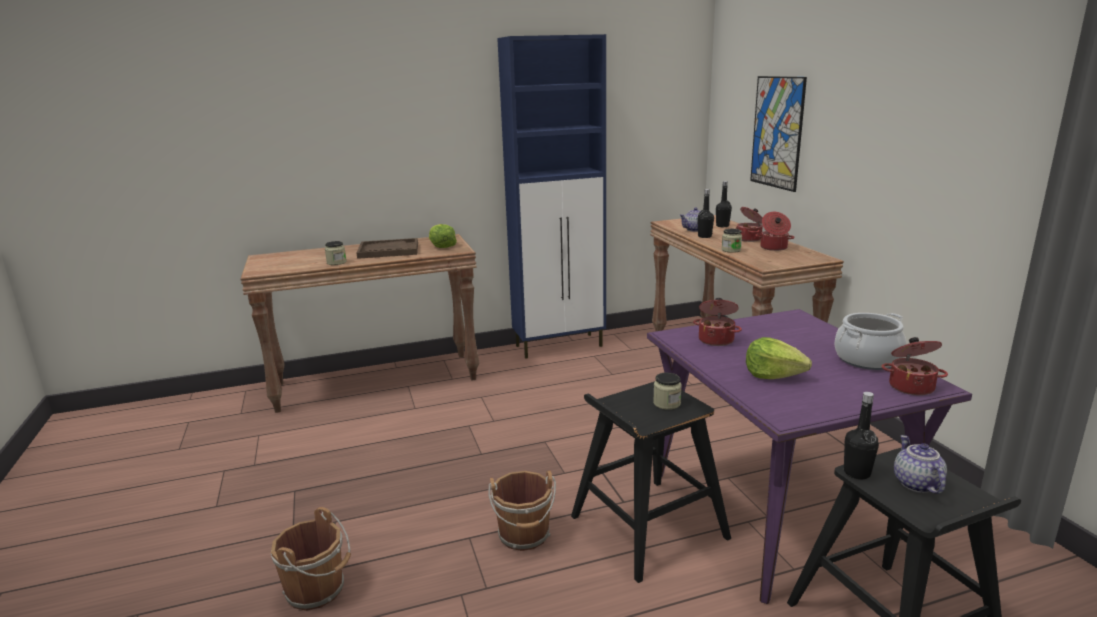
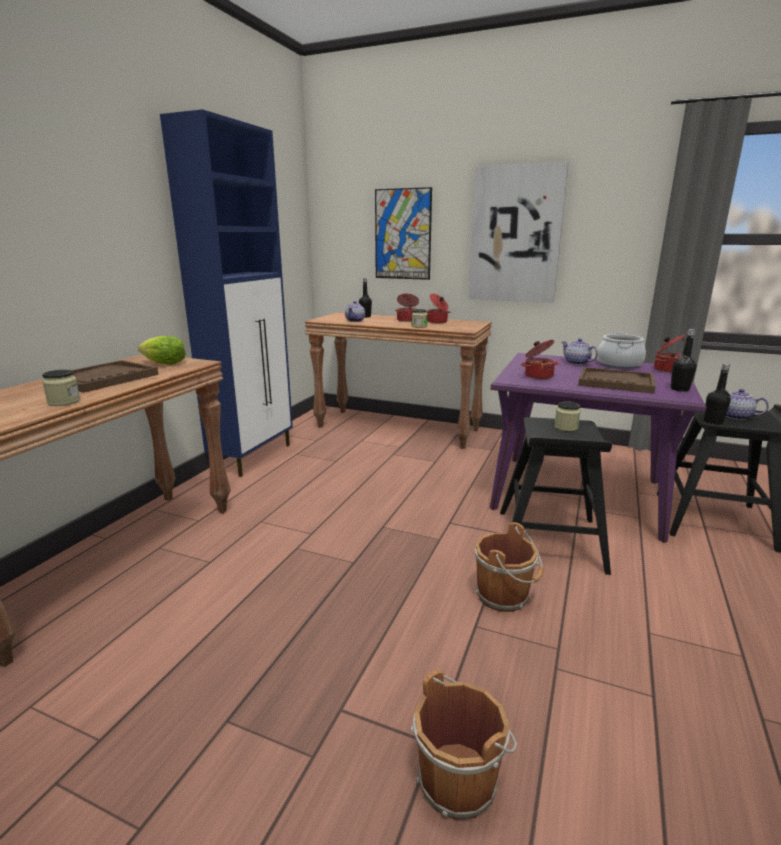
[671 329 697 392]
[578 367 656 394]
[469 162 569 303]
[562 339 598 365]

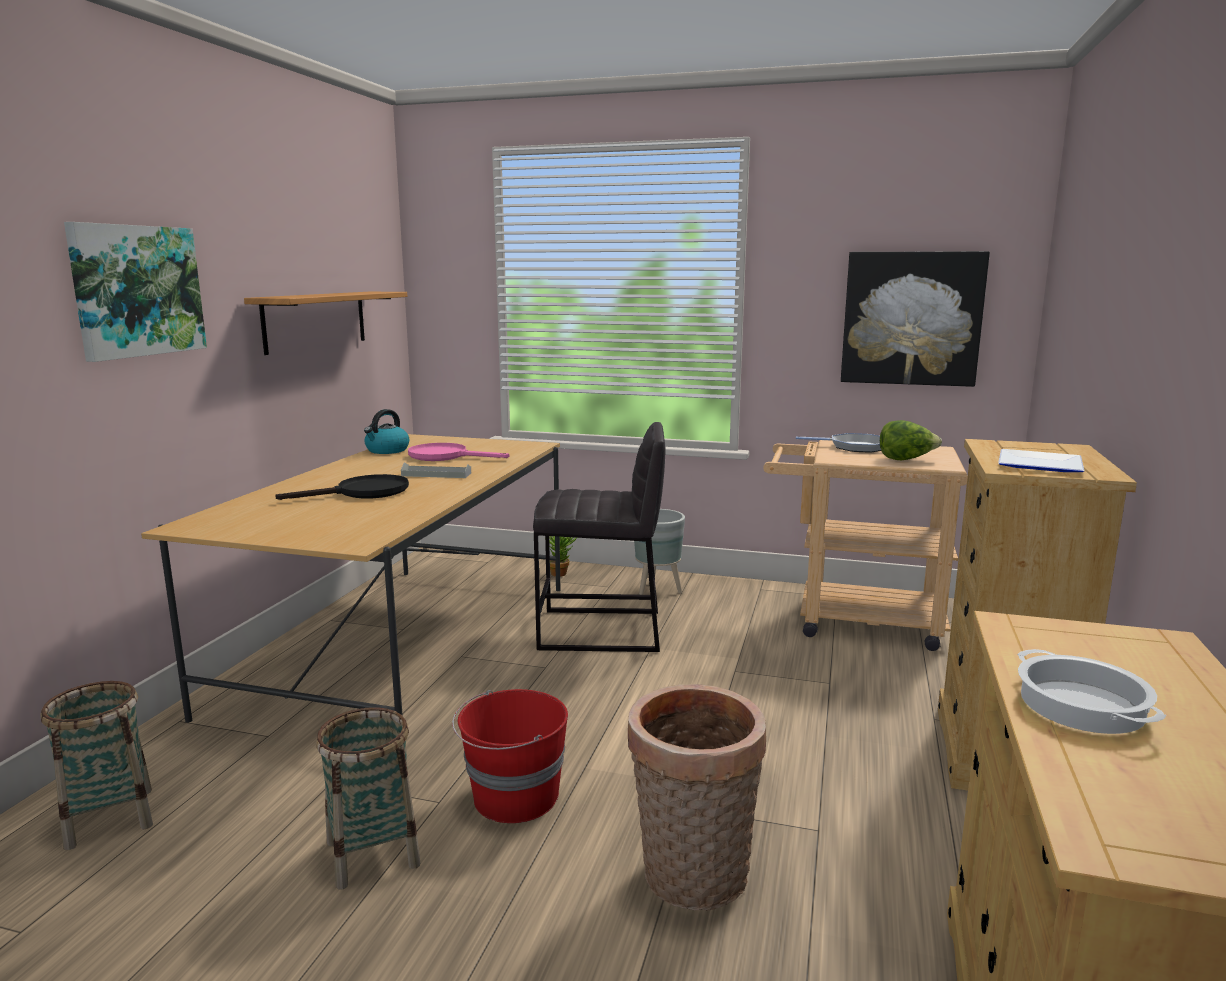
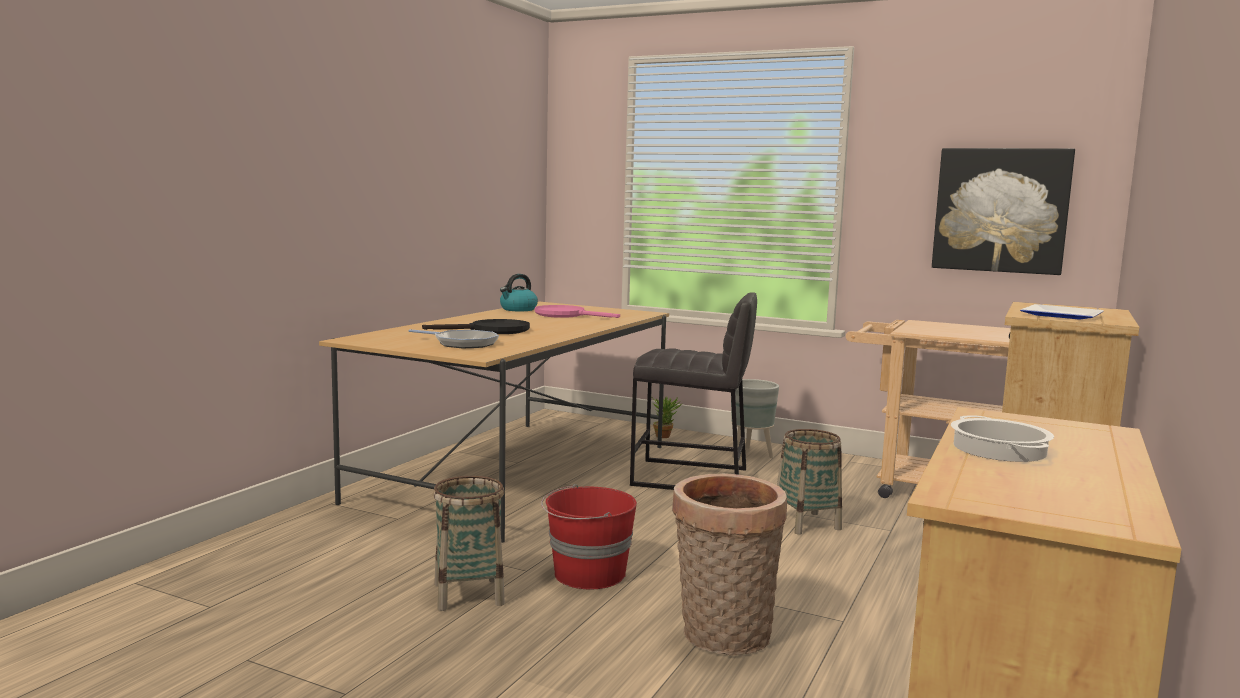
[777 429 842 535]
[64 222 207 362] (first image)
[244 292 407 355] (first image)
[401 463 471 478] (first image)
[409 329 499 348]
[880 420 942 461] (first image)

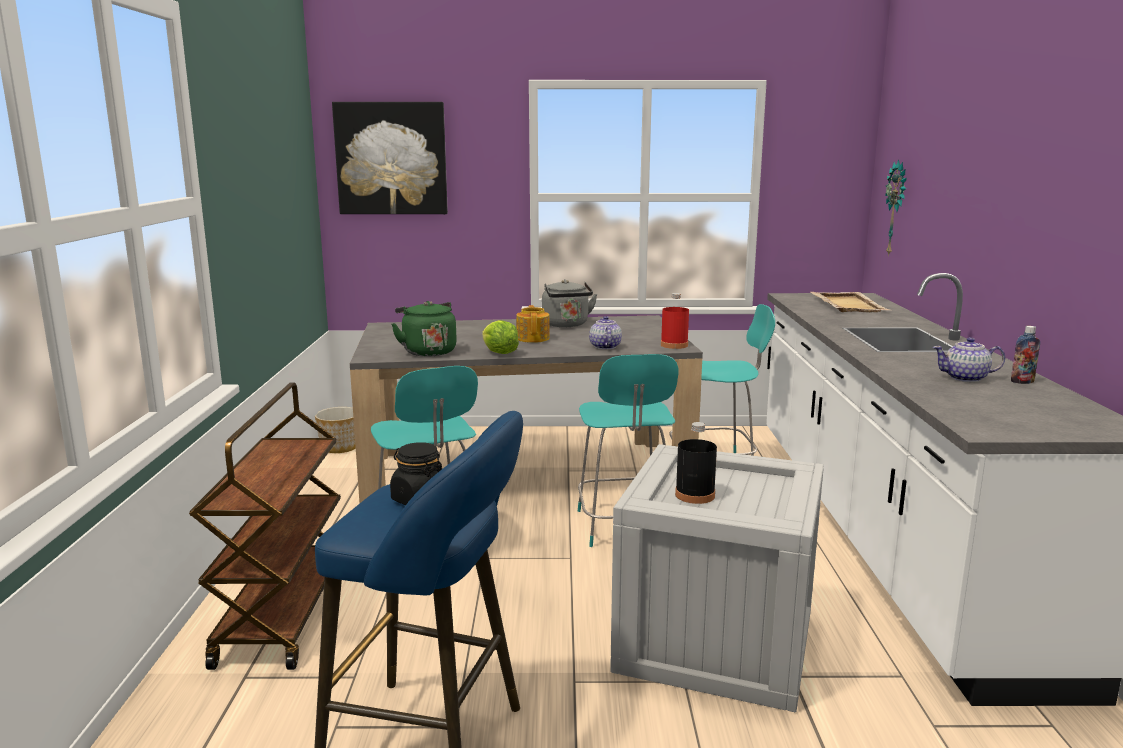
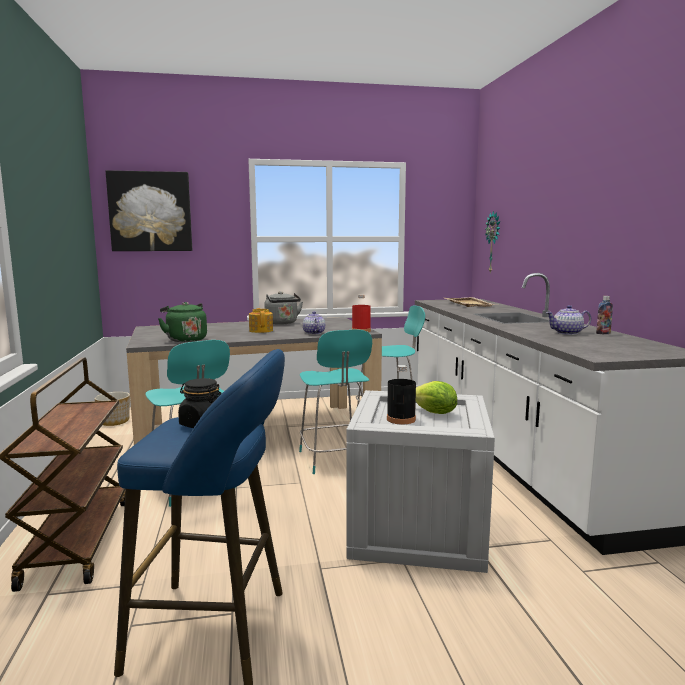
[416 381 457 414]

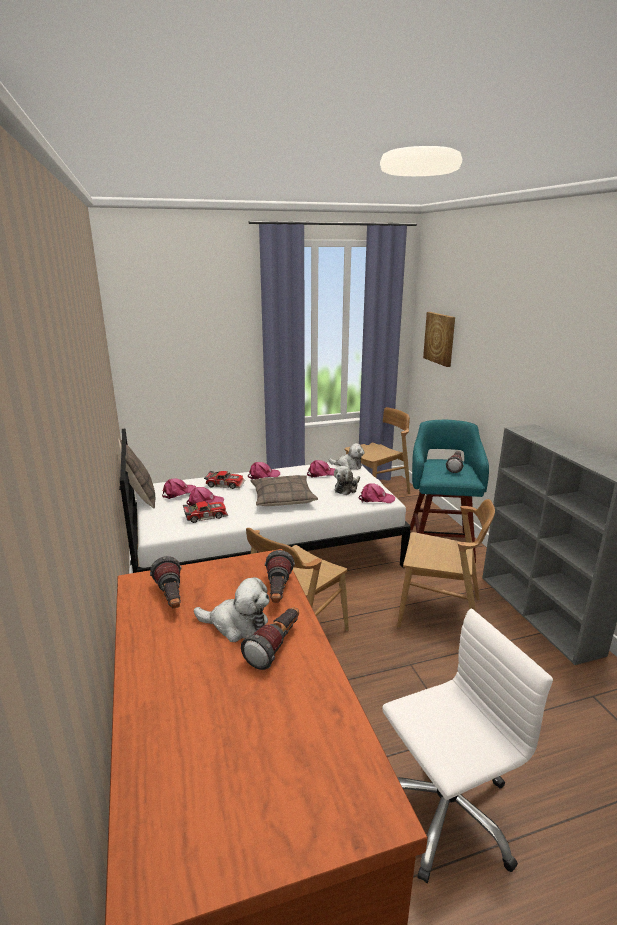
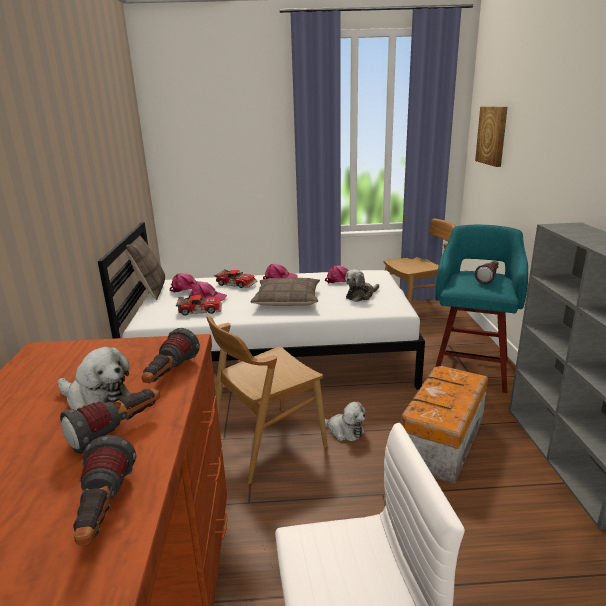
[73 435 136 546]
[325 402 366 441]
[359 483 395 503] (first image)
[401 366 488 484]

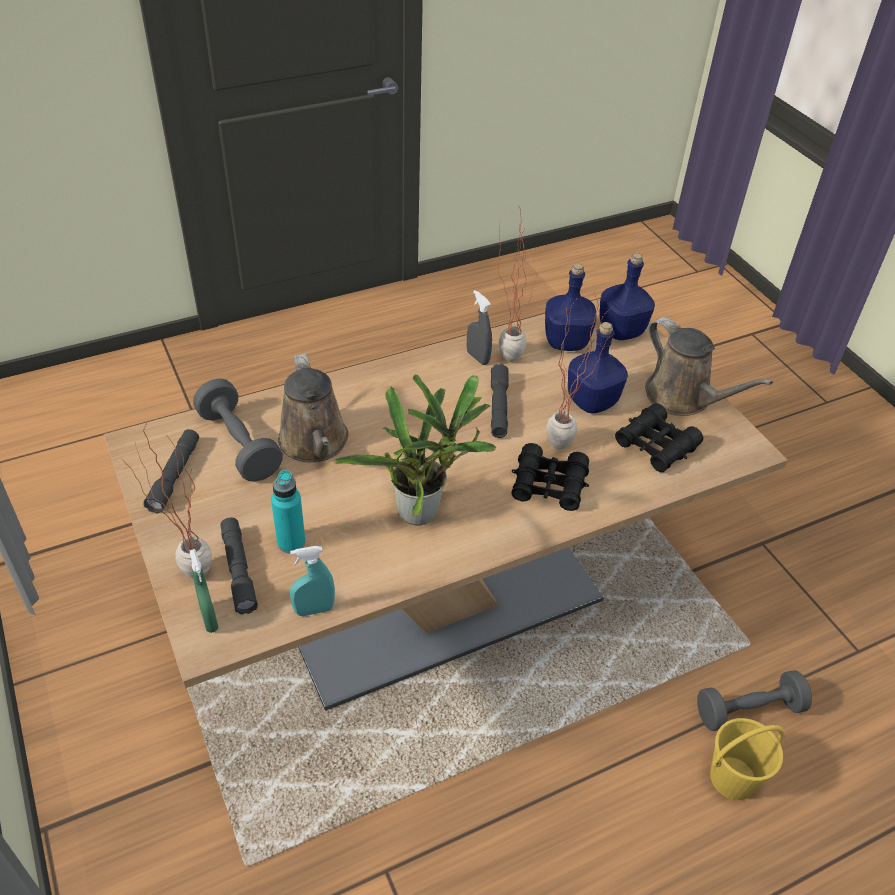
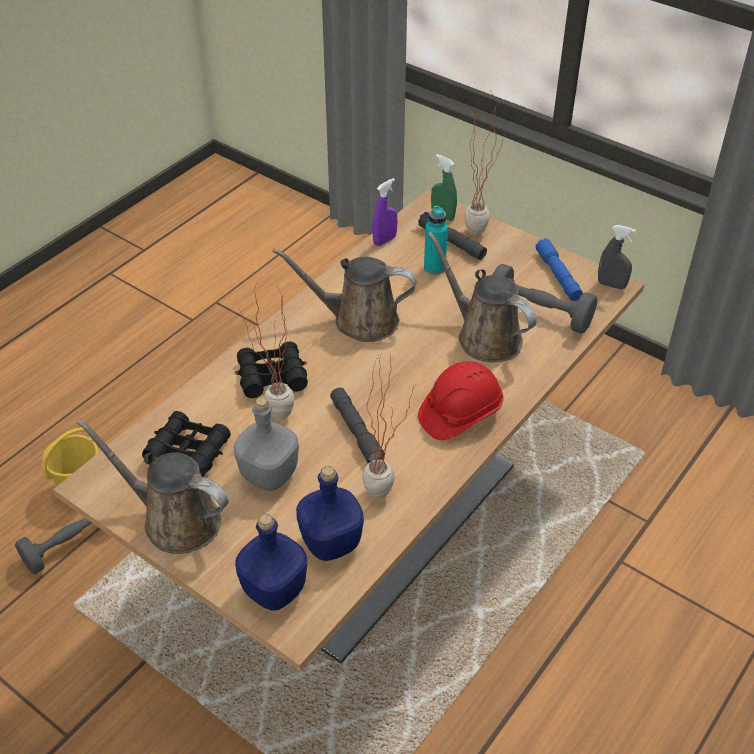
[535 238 583 301]
[372 178 397 246]
[272 248 417 342]
[598 225 636 289]
[234 397 299 491]
[418 361 504 440]

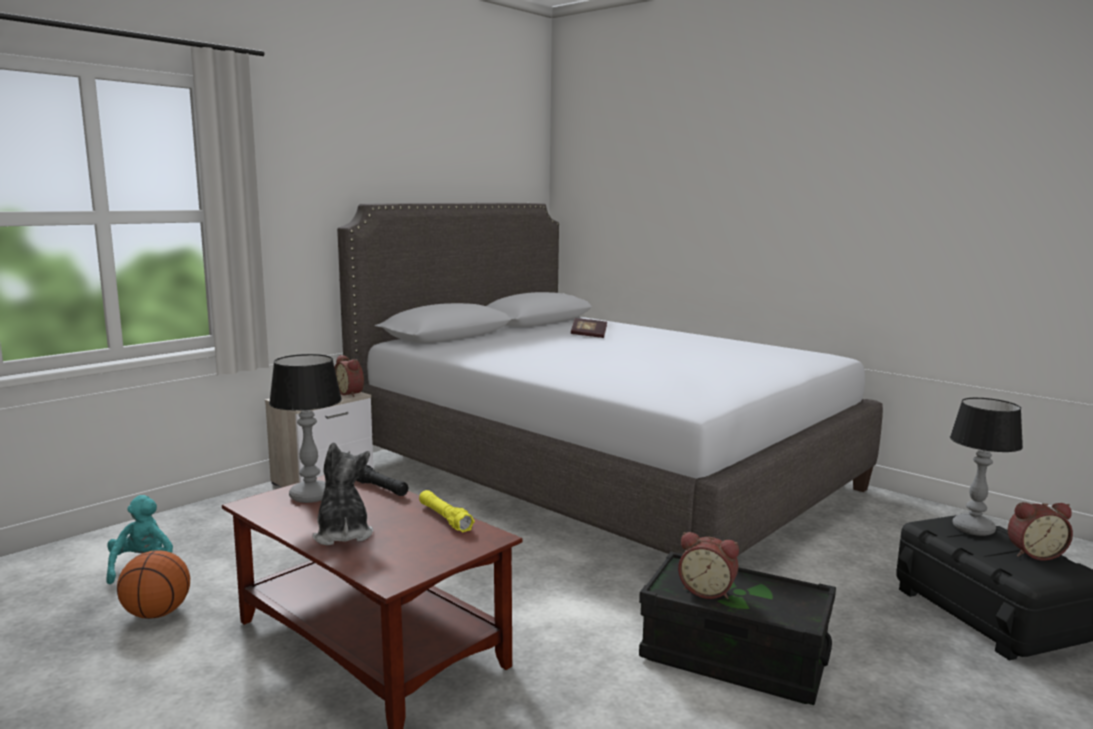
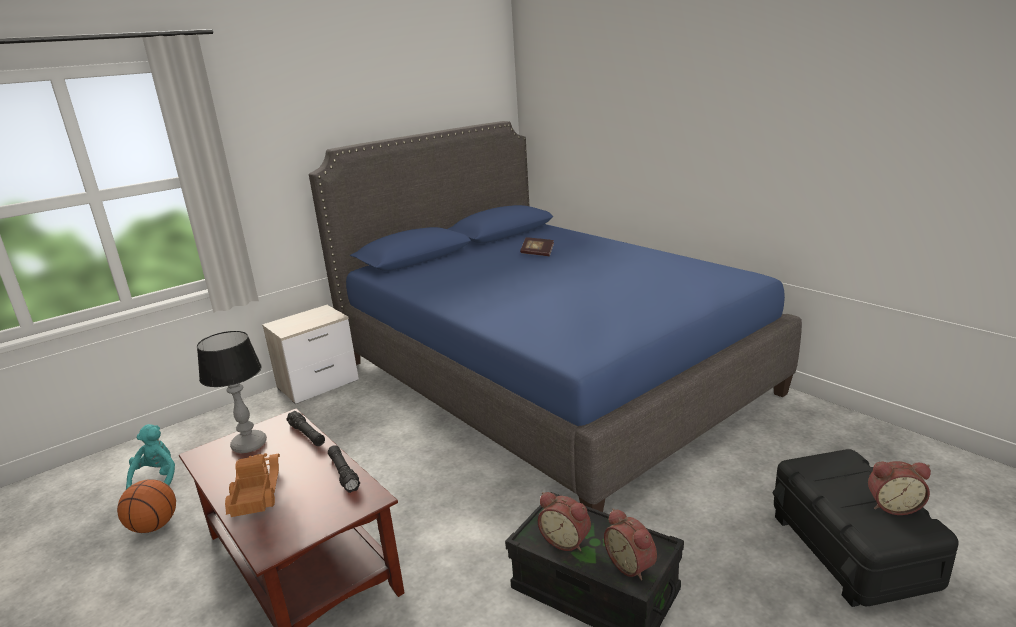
[225 453 280 517]
[604 508 657 580]
[309 121 802 512]
[328 445 360 493]
[950 398 1023 536] (first image)

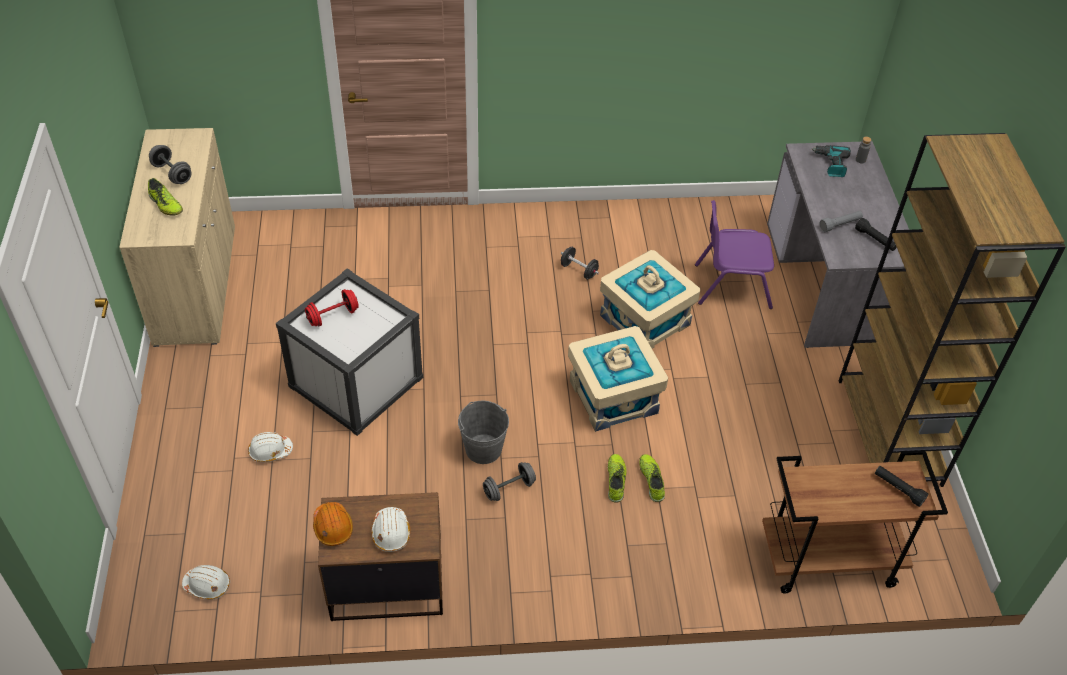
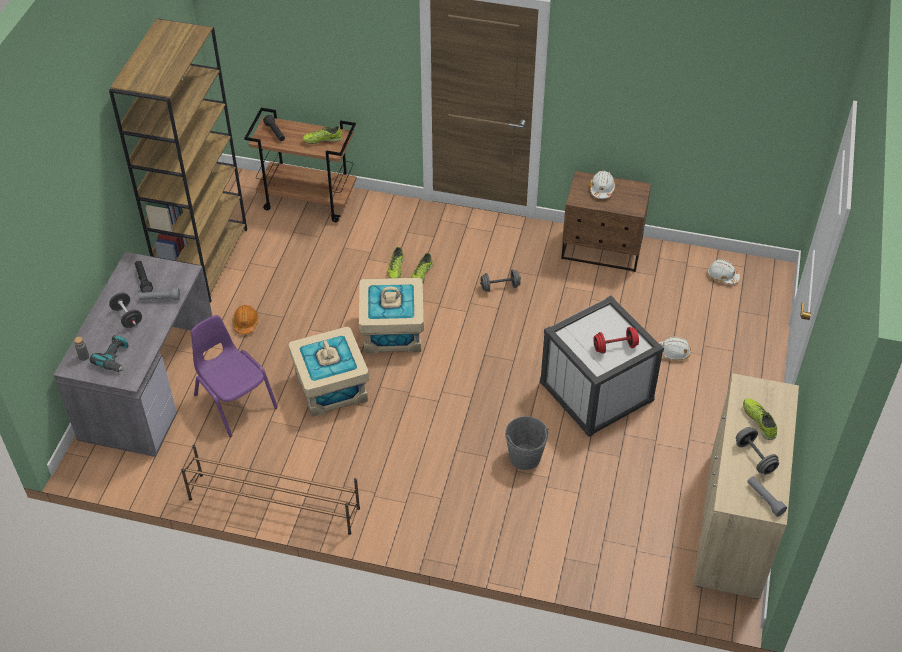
[233 305 258 334]
[505 416 549 470]
[109 292 142 328]
[191 315 278 437]
[181 445 360 535]
[302 126 342 144]
[747 476 787 517]

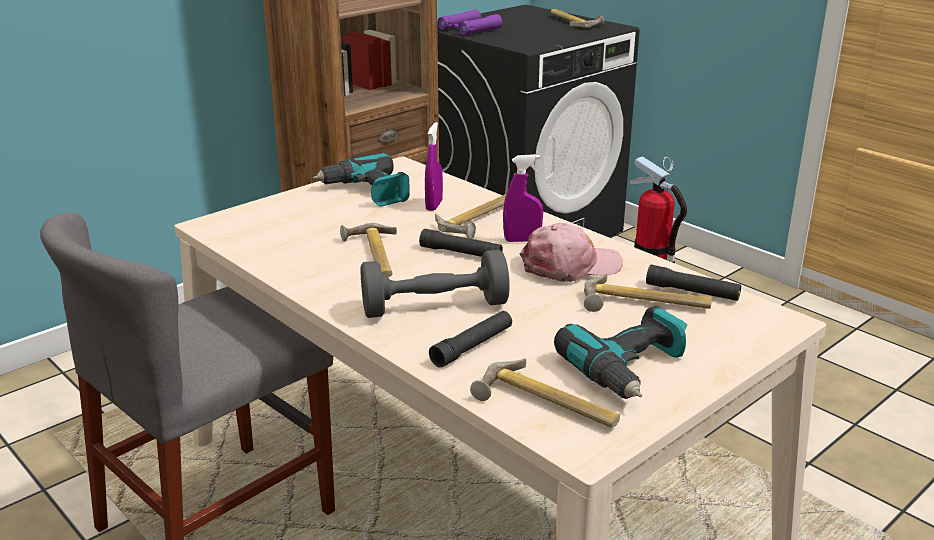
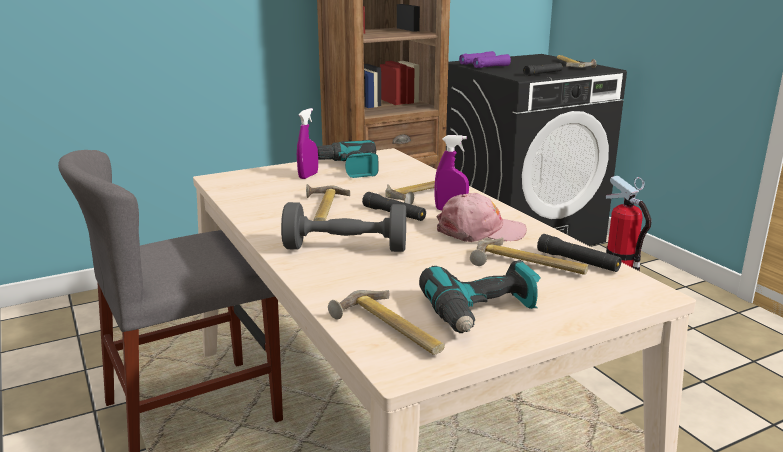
[297 108 318 179]
[523 63 563 76]

